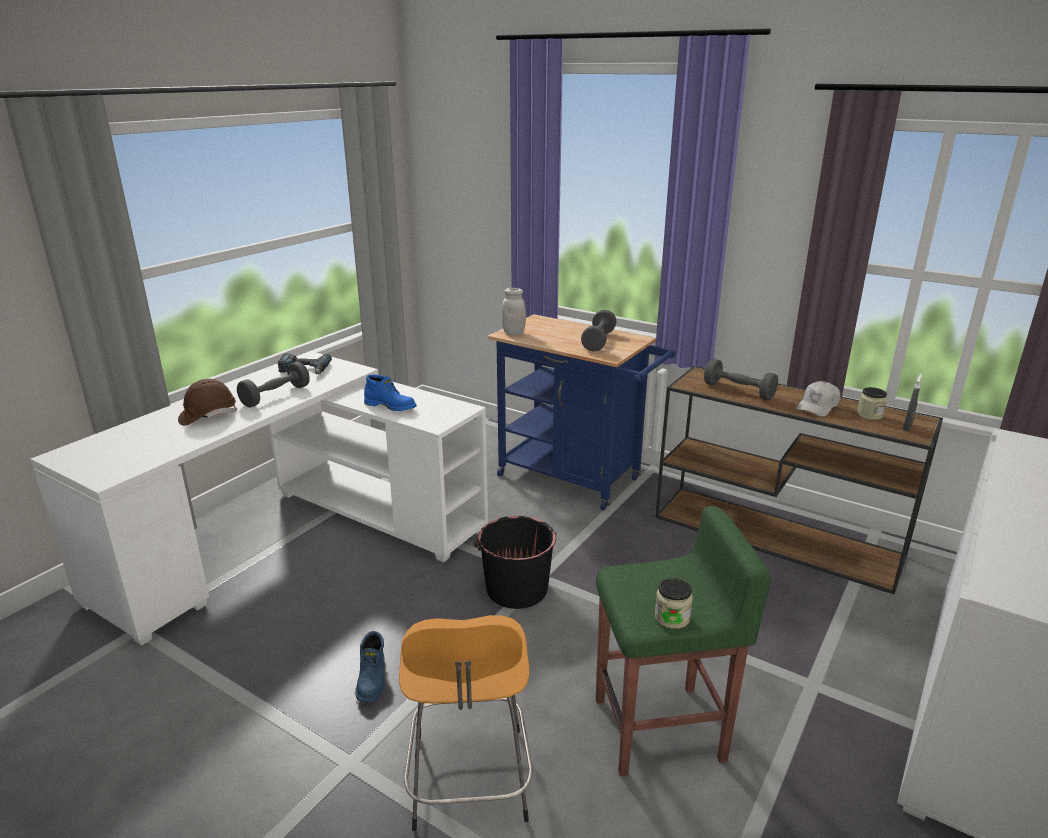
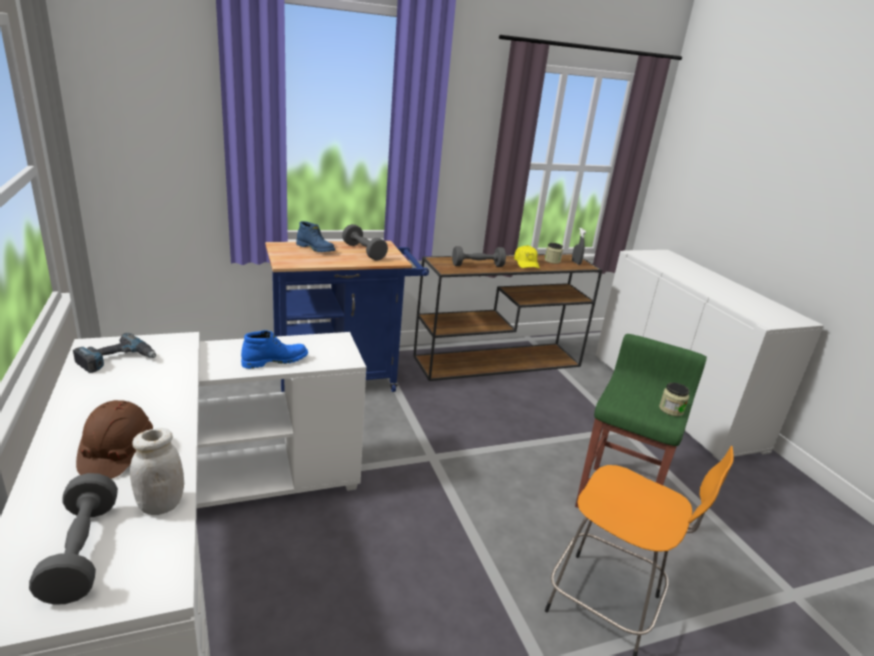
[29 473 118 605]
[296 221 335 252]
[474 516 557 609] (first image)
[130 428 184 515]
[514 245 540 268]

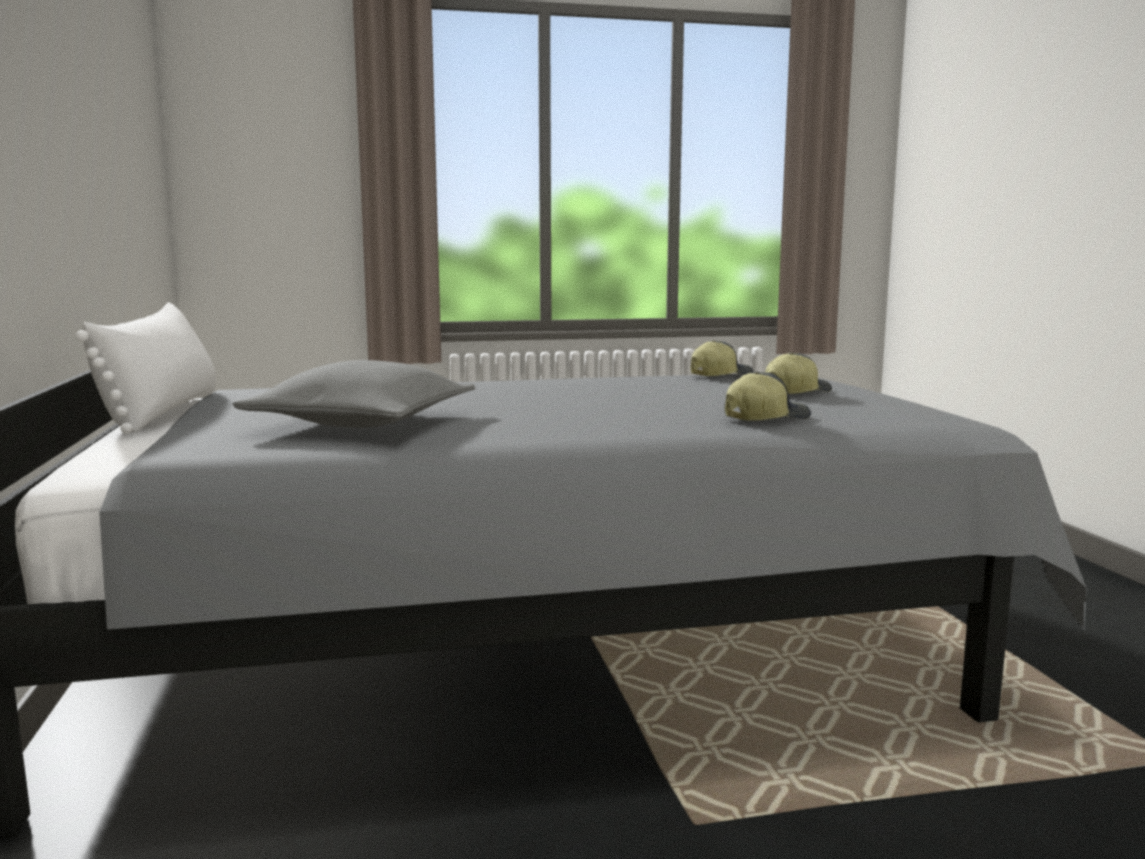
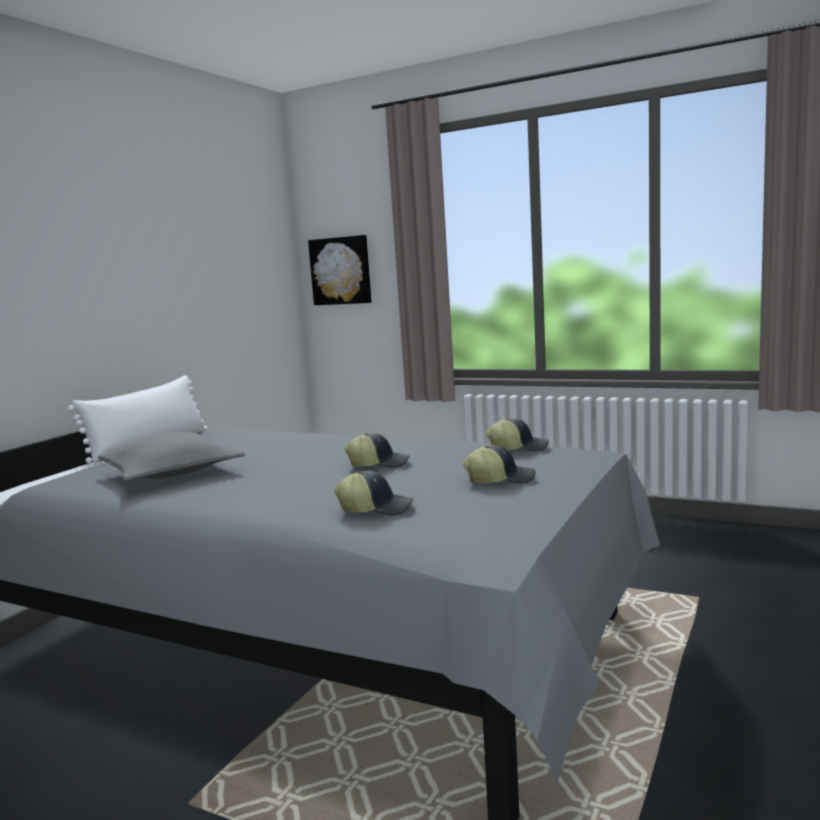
[308 235 371 305]
[345 433 410 468]

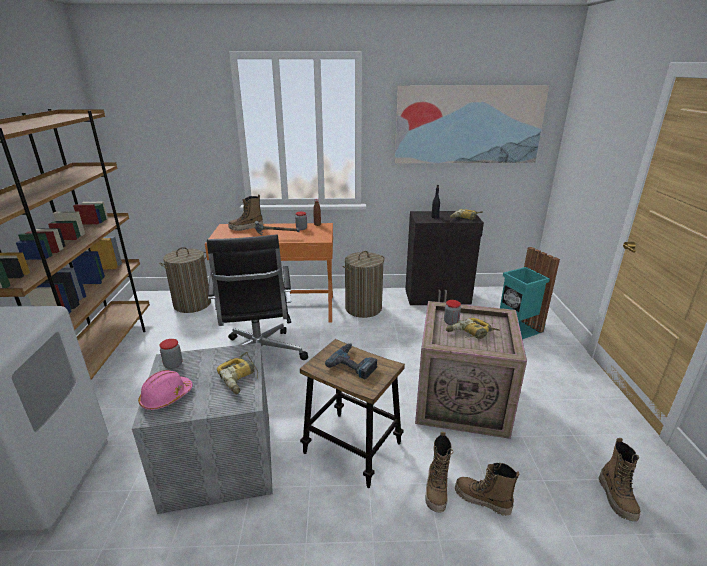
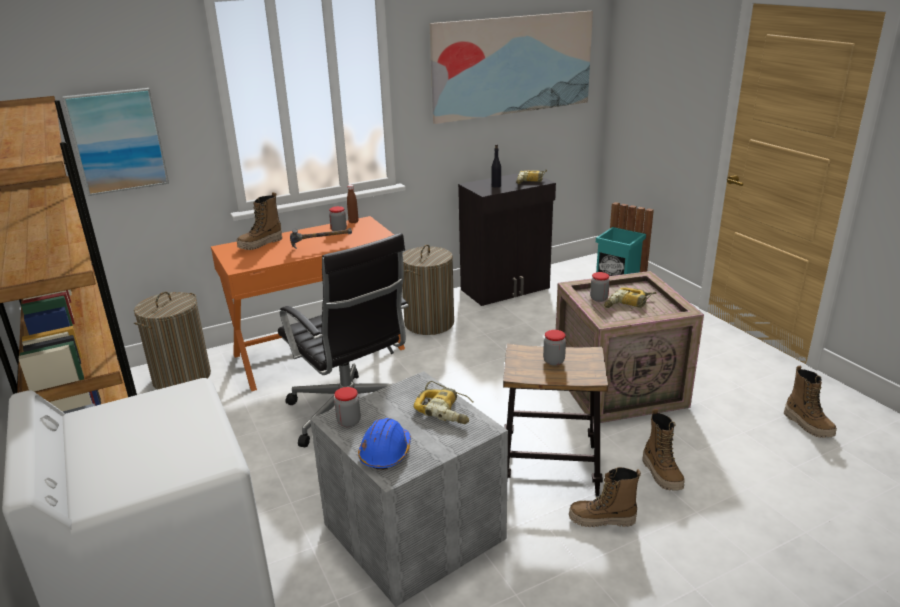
[358 418 411 470]
[543 330 566 366]
[569 467 641 527]
[63 88 169 196]

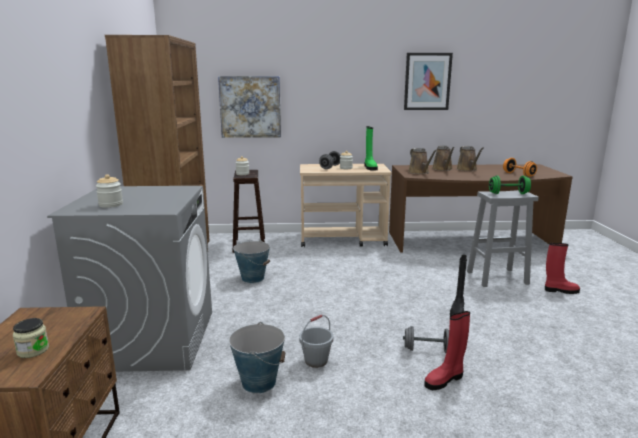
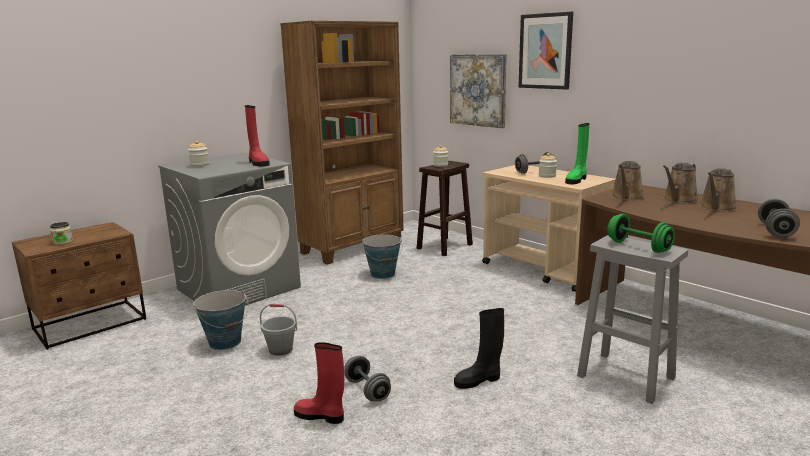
[518 12 573 90]
[758 199 800 238]
[245 105 270 167]

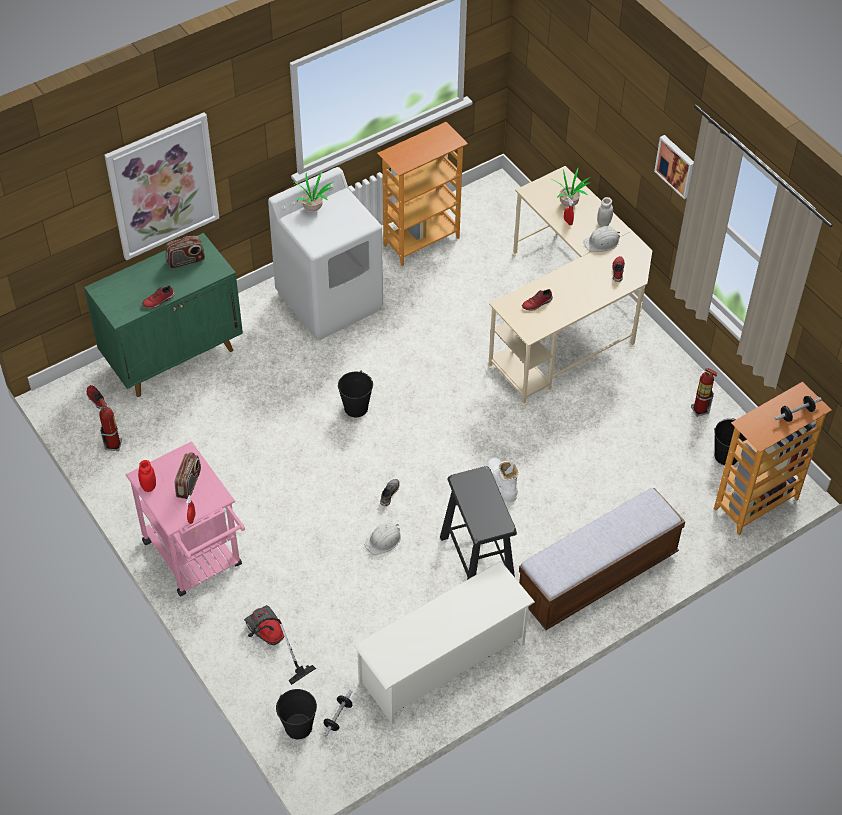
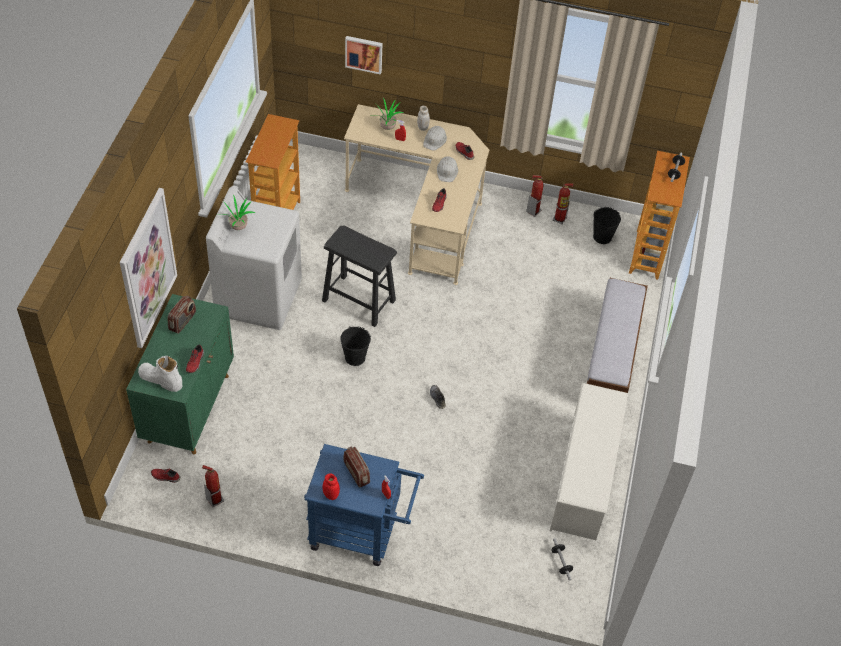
[304 444 424 566]
[244 605 316 685] (first image)
[276 689 317 739] (first image)
[437 156 458 182]
[322 226 397 327]
[138 356 182 392]
[345 36 383 74]
[526 175 544 217]

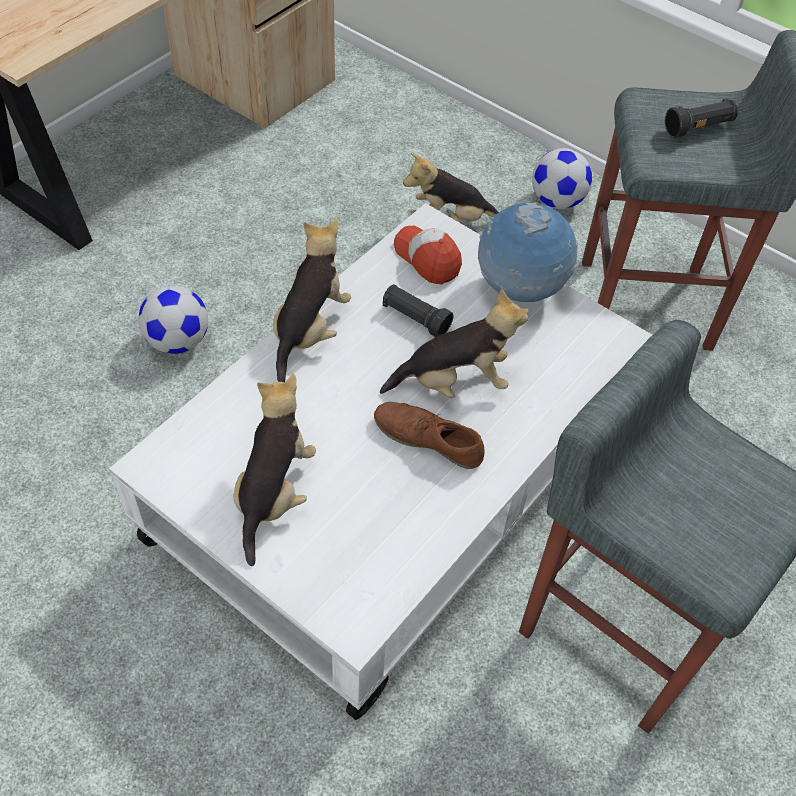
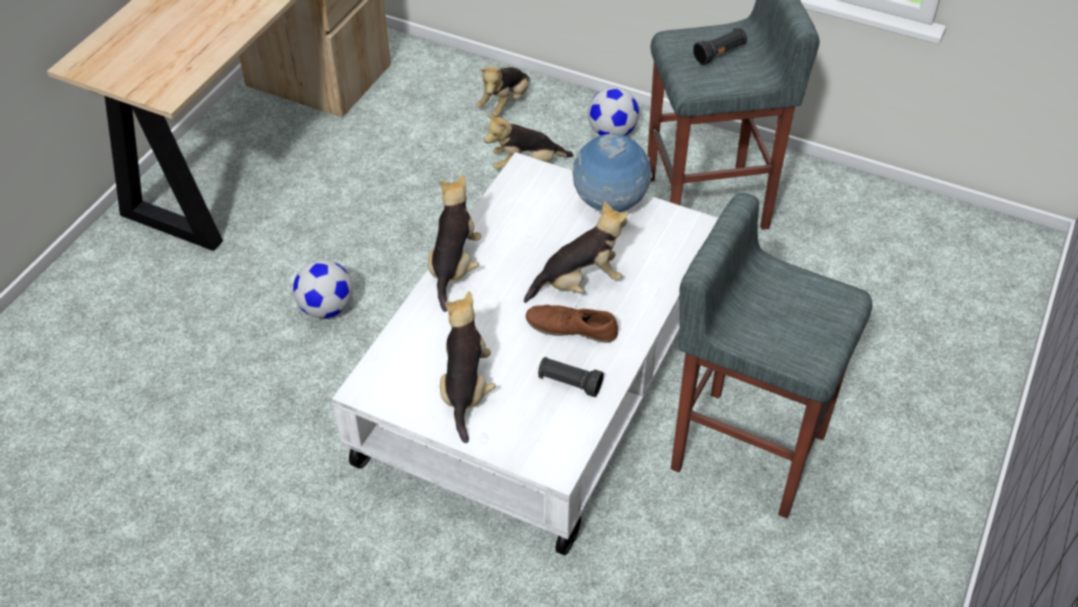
[538 357 604 397]
[394 226 462 284] (first image)
[476 67 530 117]

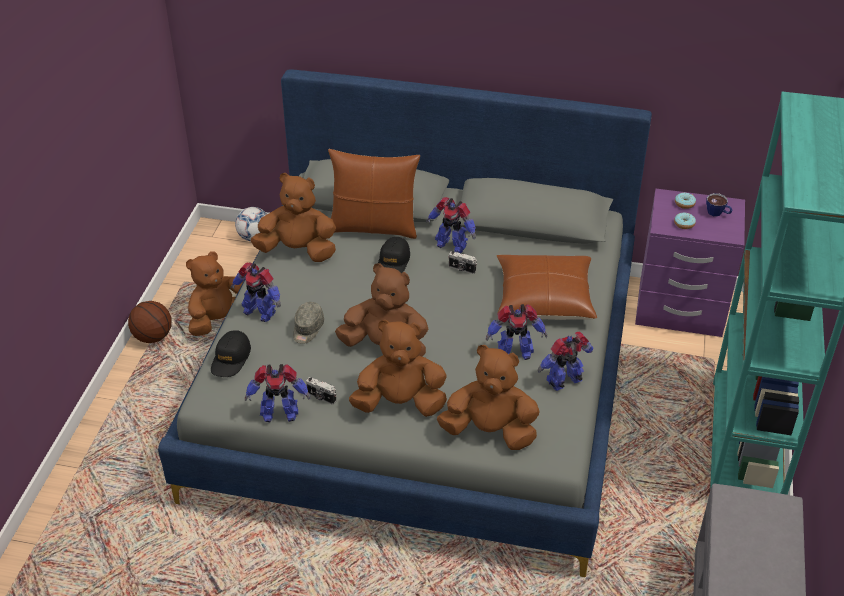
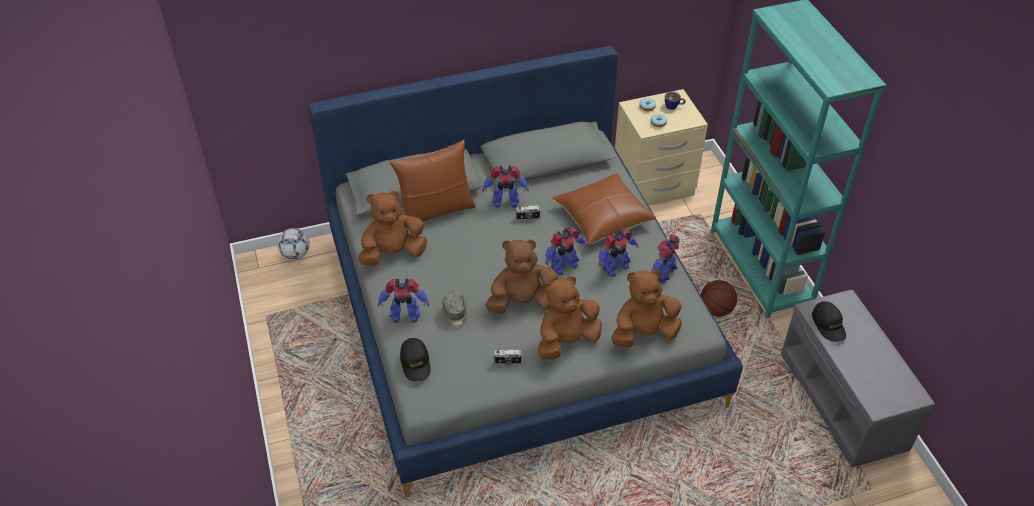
[700 280 737 317]
[186 251 244 336] (first image)
[545 227 587 275]
[812 301 846 342]
[615 89 708 206]

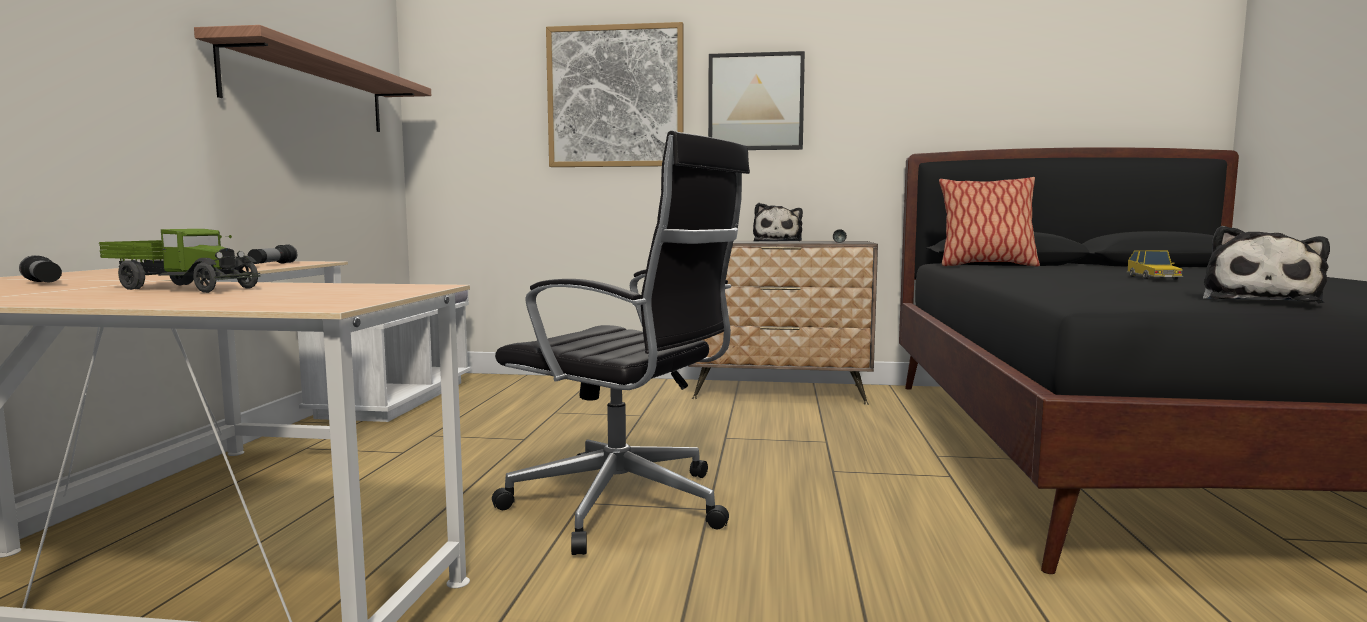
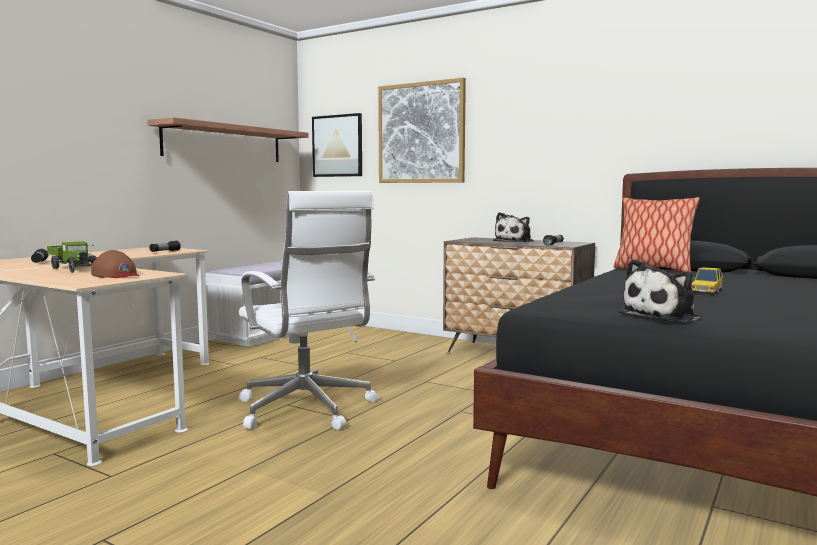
[239 191 379 430]
[312 113 362 177]
[91 250 140 278]

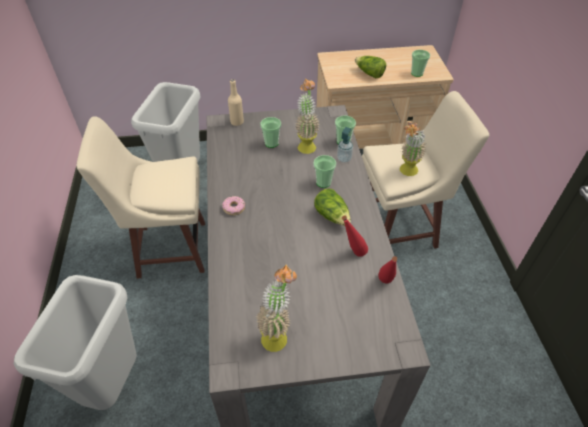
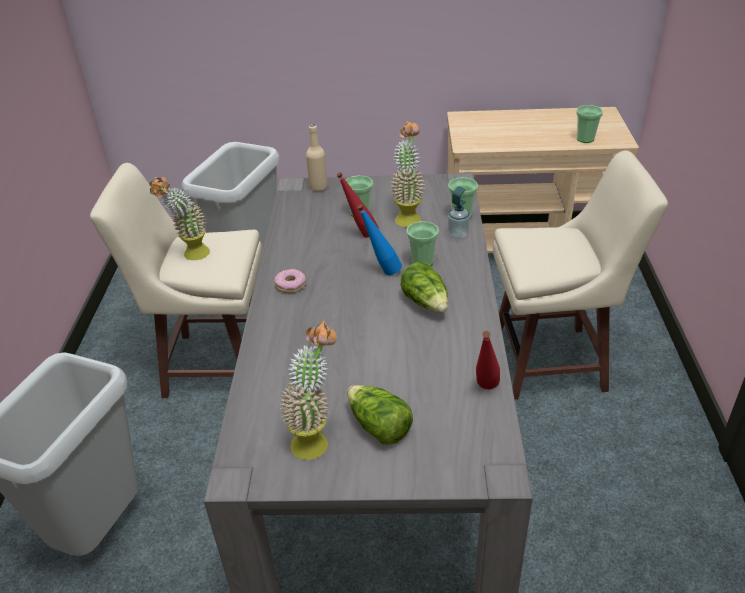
[337 172 379 238]
[347 385 413 445]
[149 177 210 260]
[357 205 402 275]

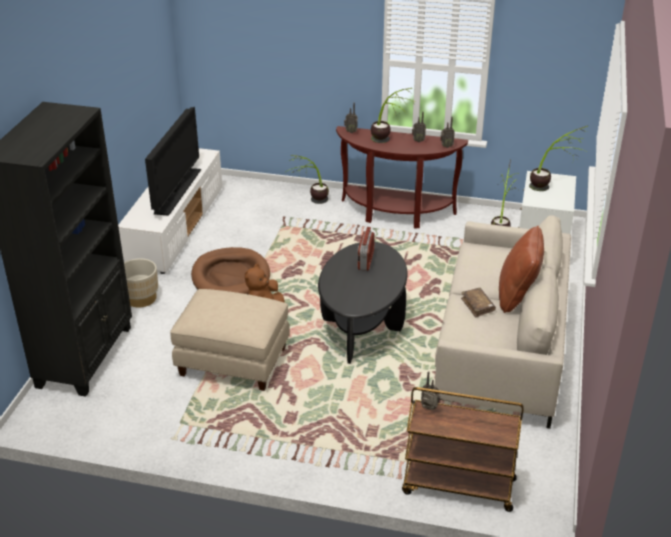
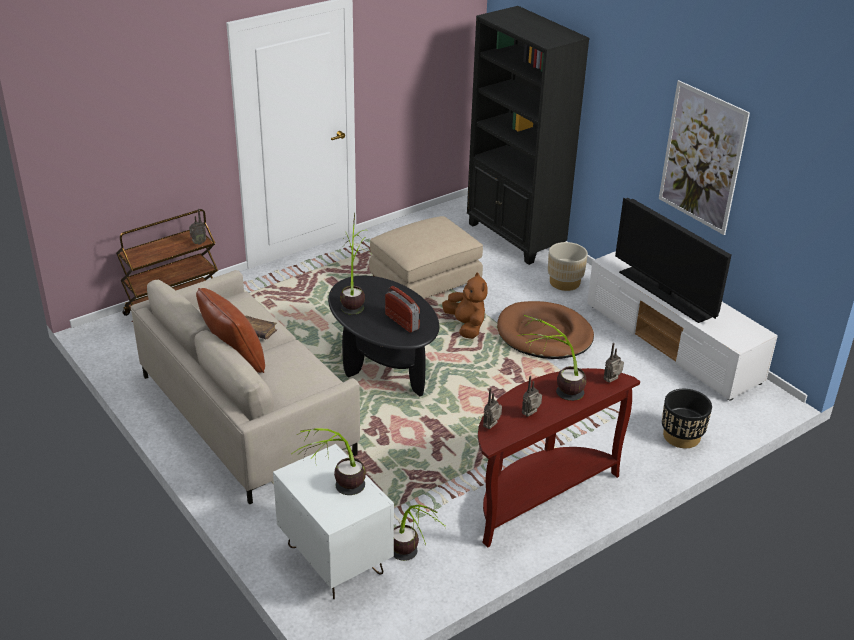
[340 213 370 315]
[659 80 750 235]
[662 389 712 448]

